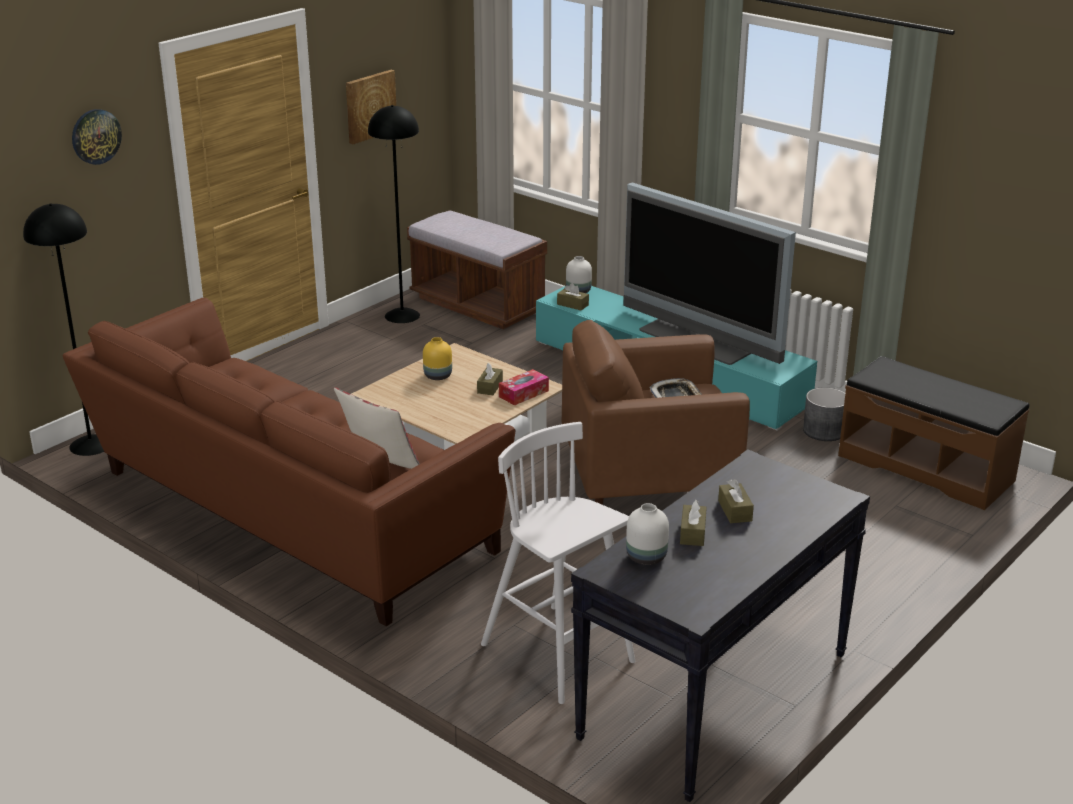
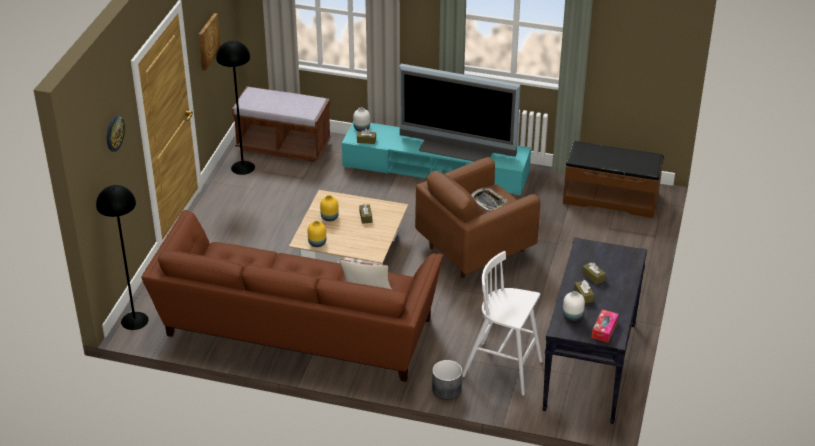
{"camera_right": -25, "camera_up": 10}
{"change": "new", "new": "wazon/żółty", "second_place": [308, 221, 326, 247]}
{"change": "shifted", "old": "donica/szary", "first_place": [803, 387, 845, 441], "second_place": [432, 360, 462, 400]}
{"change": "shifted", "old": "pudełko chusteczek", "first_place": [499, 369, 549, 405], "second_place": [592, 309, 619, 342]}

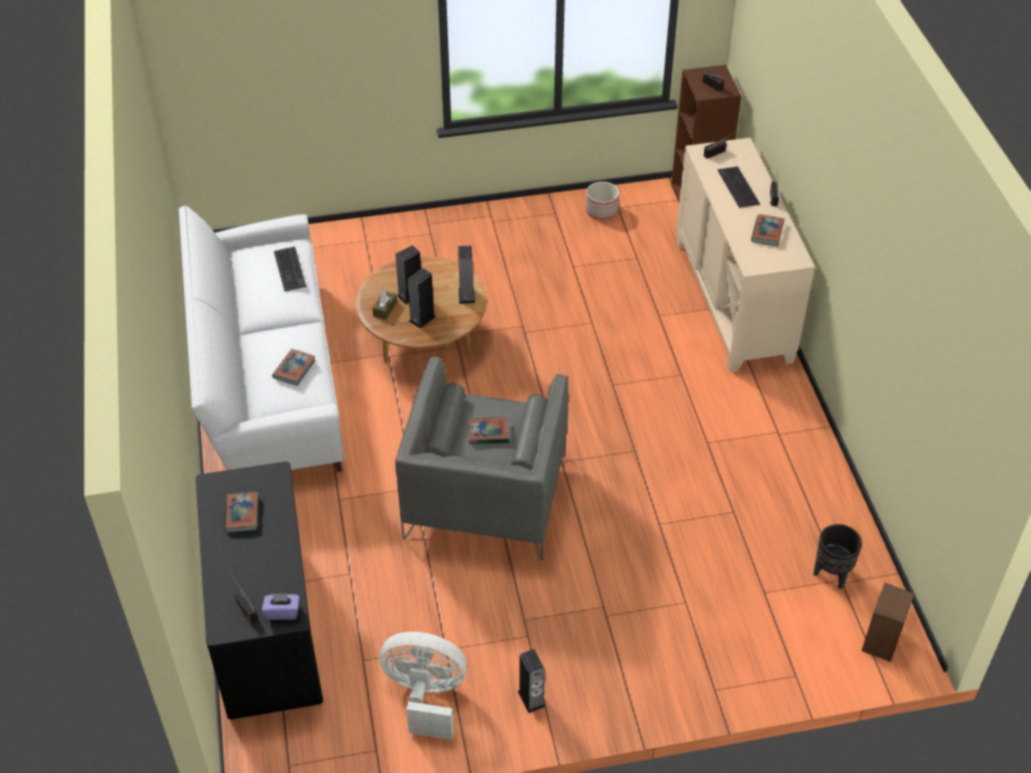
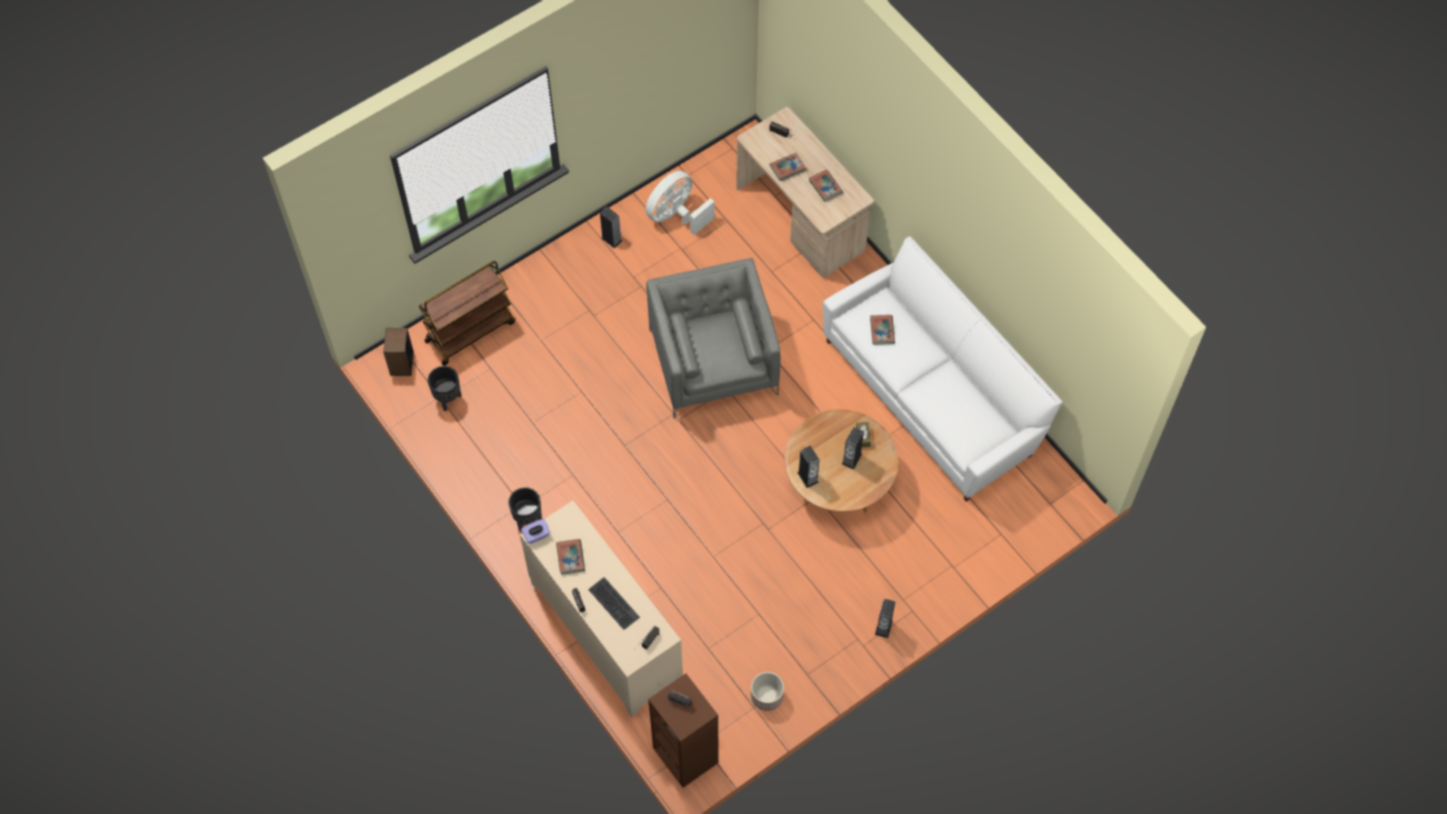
{"camera_right": 155, "camera_up": 15}
{"change": "new", "new": "wózek/brązowy", "second_place": [419, 261, 515, 366]}
{"change": "new", "new": "donica/czarny", "second_place": [509, 487, 542, 532]}
{"change": "shifted", "old": "pudełko chusteczek/fioletowy", "first_place": [262, 593, 300, 620], "second_place": [521, 519, 550, 544]}
{"change": "rotated", "old": "wentylator/biały", "first_place": [380, 632, 467, 740], "second_place": [646, 171, 715, 235], "degrees": 150}
{"change": "repainted", "old": "biurko/czarny", "new": "biurko/beżowy", "first_place": [196, 462, 323, 719], "second_place": [736, 107, 874, 278]}
{"change": "shifted", "old": "książka", "first_place": [468, 417, 509, 444], "second_place": [770, 153, 806, 181]}
{"change": "shifted", "old": "głośnik", "first_place": [407, 268, 436, 328], "second_place": [875, 599, 895, 638]}
{"change": "gone", "old": "klawiatura", "first_place": [274, 246, 306, 292]}

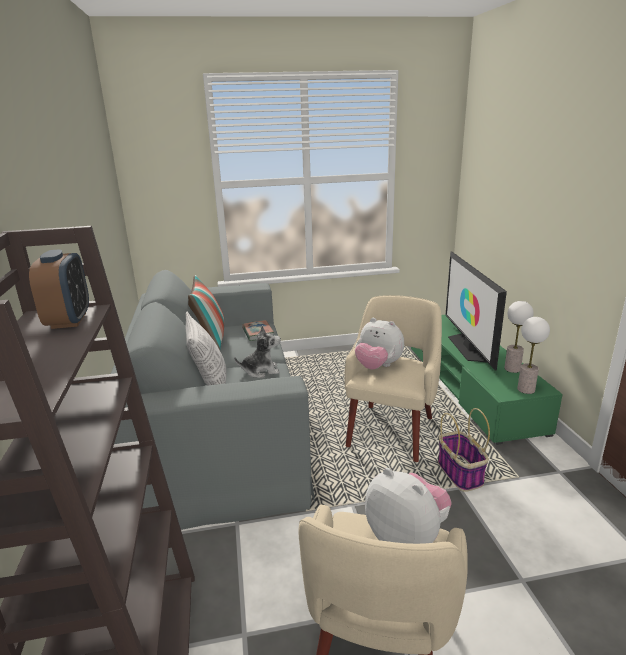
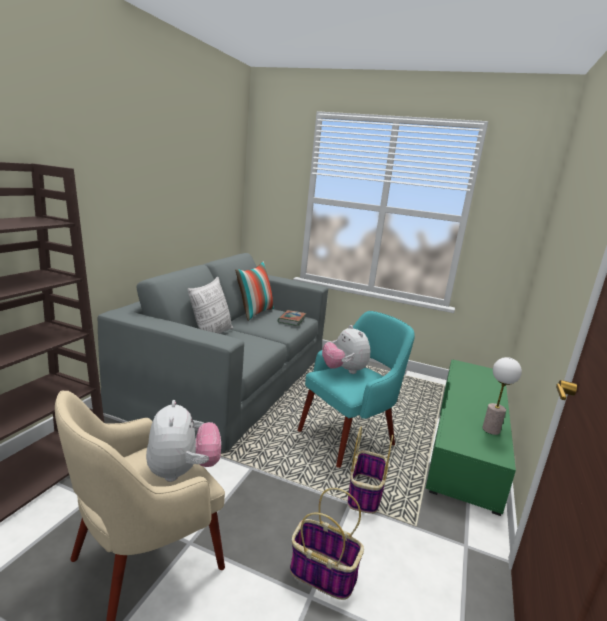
{"camera_right": 30, "camera_up": -5}
{"change": "new", "new": "koszyk", "second_place": [290, 488, 364, 600]}
{"change": "repainted", "old": "fotel/beżowy", "new": "fotel/turkusowy", "first_place": [345, 295, 442, 462], "second_place": [297, 311, 415, 468]}
{"change": "gone", "old": "budzik", "first_place": [29, 249, 89, 329]}
{"change": "gone", "old": "pluszak", "first_place": [234, 325, 281, 378]}
{"change": "gone", "old": "telewizor", "first_place": [445, 251, 507, 371]}
{"change": "gone", "old": "lampa stołowa", "first_place": [517, 317, 550, 394]}

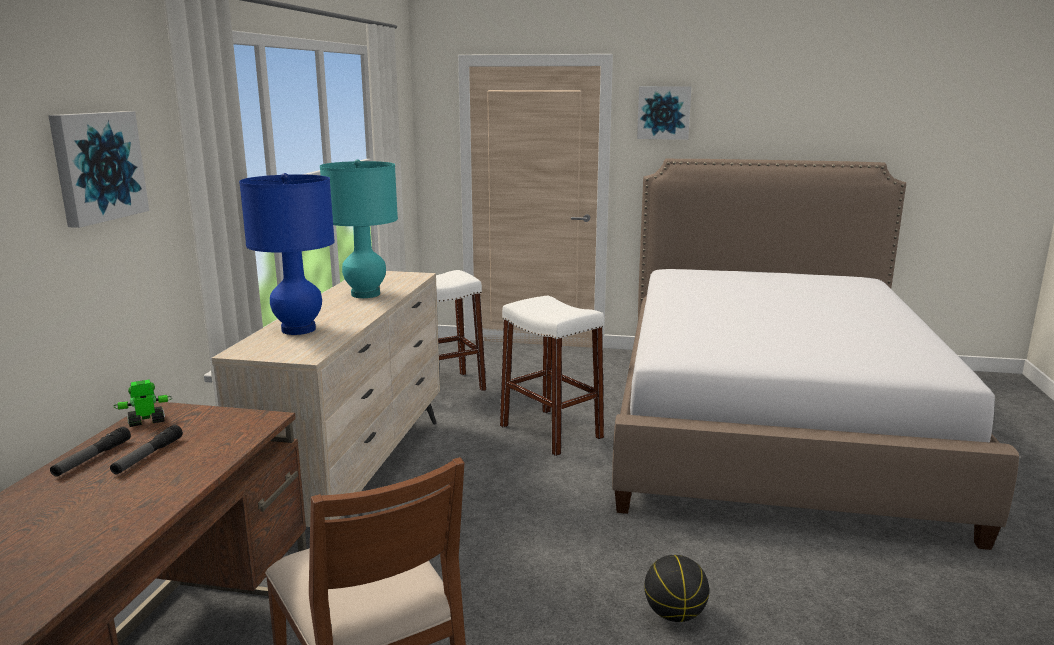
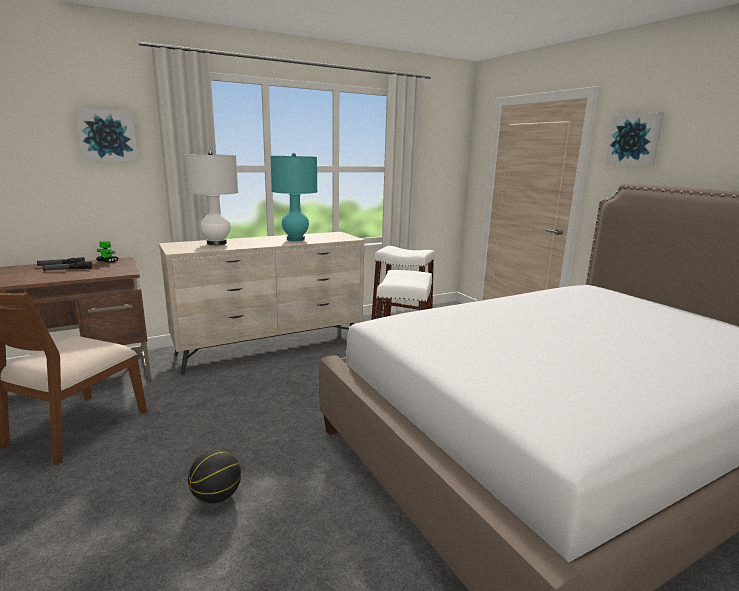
{"camera_right": 50, "camera_up": 0}
{"change": "repainted", "old": "lampa stołowa/niebieski", "new": "lampa stołowa/biały", "first_place": [239, 173, 335, 335], "second_place": [184, 151, 238, 245]}

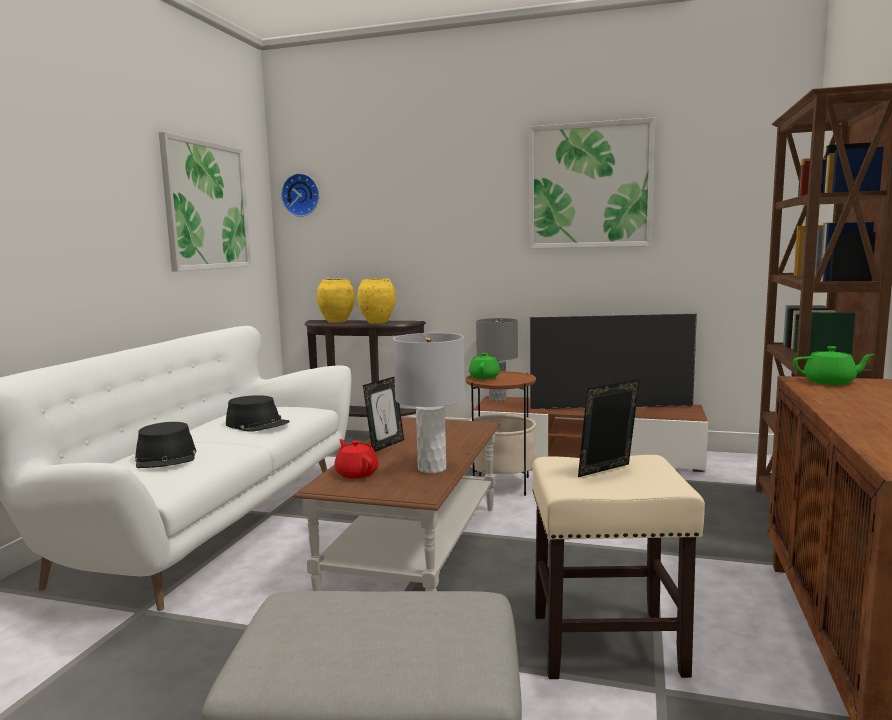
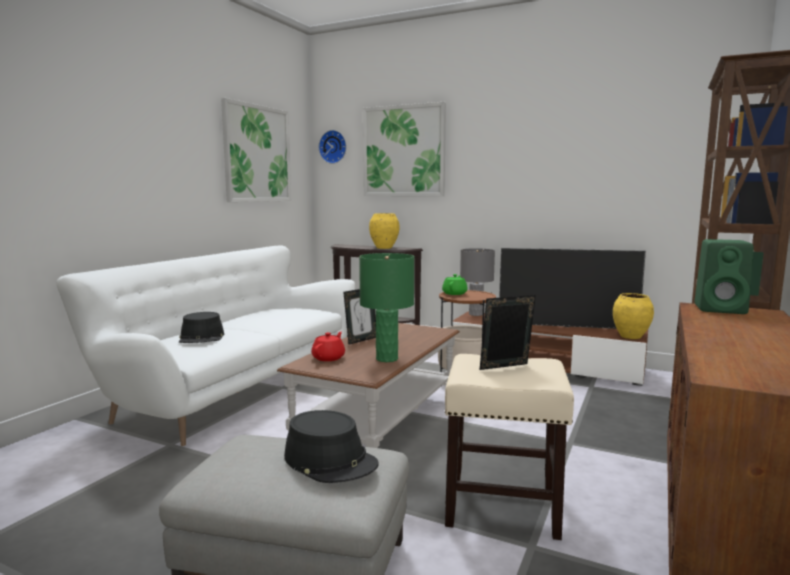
{"camera_right": 10, "camera_up": 0}
{"change": "shifted", "old": "kapelusz/czarny", "first_place": [226, 395, 290, 432], "second_place": [284, 410, 379, 483]}
{"change": "rotated", "old": "imbryk/czerwony", "first_place": [334, 439, 379, 479], "second_place": [311, 331, 345, 361], "degrees": 45}
{"change": "repainted", "old": "lampa stołowa/szary", "new": "lampa stołowa/zielony", "first_place": [393, 333, 465, 473], "second_place": [359, 253, 414, 362]}
{"change": "shifted", "old": "obraz", "first_place": [529, 117, 655, 249], "second_place": [363, 102, 446, 196]}
{"change": "shifted", "old": "wazon/żółty", "first_place": [317, 279, 355, 323], "second_place": [613, 293, 654, 339]}
{"change": "swapped", "old": "imbryk/zielony", "new": "głośnik/zielony", "first_place": [793, 346, 875, 385], "second_place": [695, 239, 754, 314]}

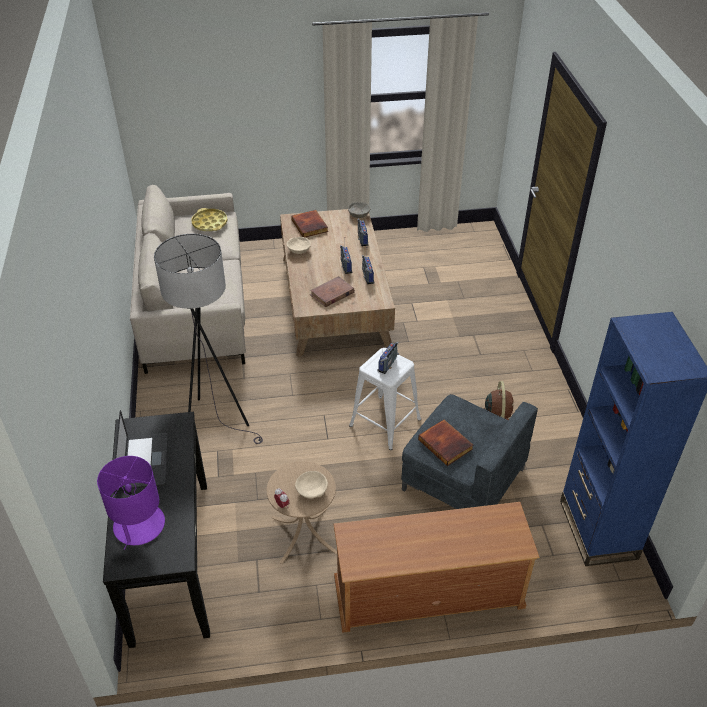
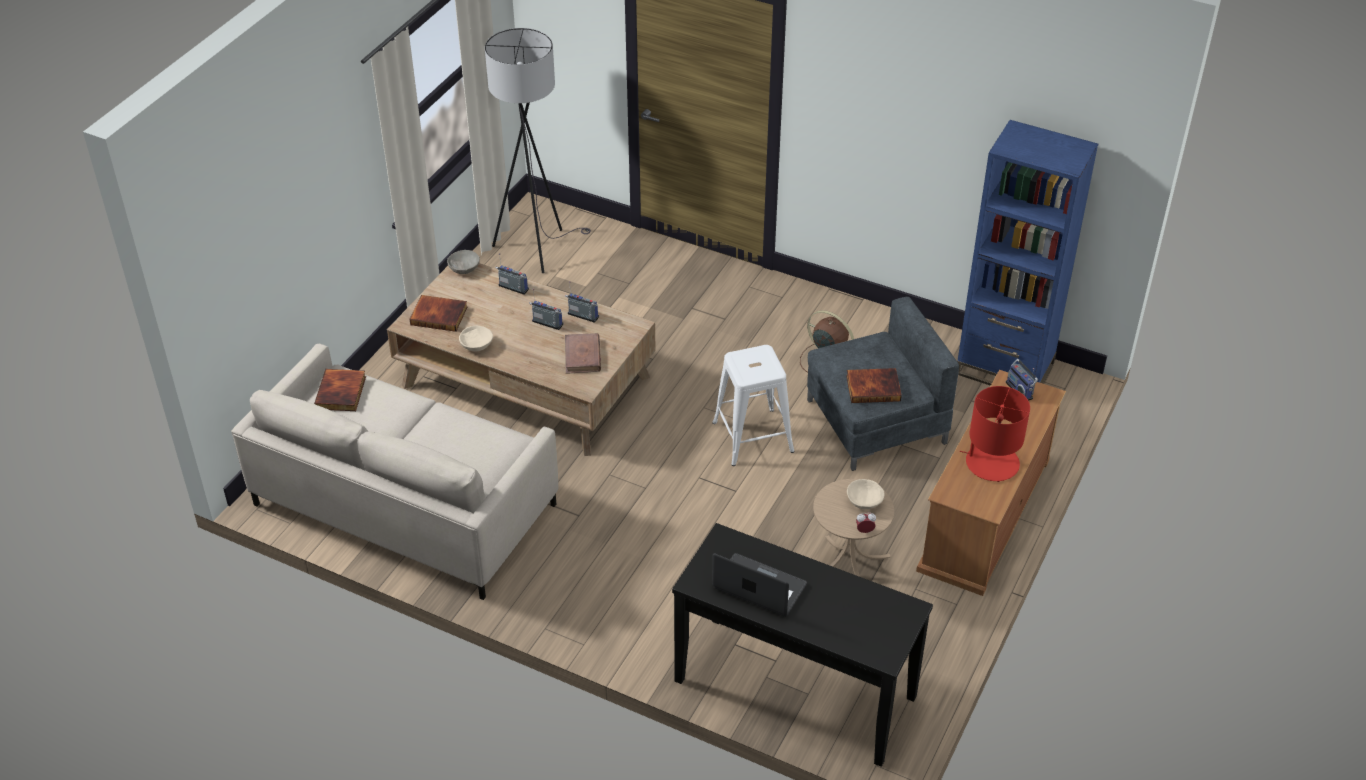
{"camera_right": -55, "camera_up": 0}
{"change": "swapped", "old": "taca/żółty", "new": "książka", "first_place": [191, 208, 228, 231], "second_place": [314, 369, 366, 411]}
{"change": "shifted", "old": "lampa stojąca/szary", "first_place": [154, 234, 263, 444], "second_place": [485, 28, 591, 273]}
{"change": "new", "new": "lampa stołowa/czerwony", "second_place": [960, 386, 1030, 482]}
{"change": "shifted", "old": "radio", "first_place": [377, 342, 399, 374], "second_place": [1006, 359, 1038, 401]}
{"change": "gone", "old": "lampa stołowa/fioletowy", "first_place": [97, 456, 165, 550]}

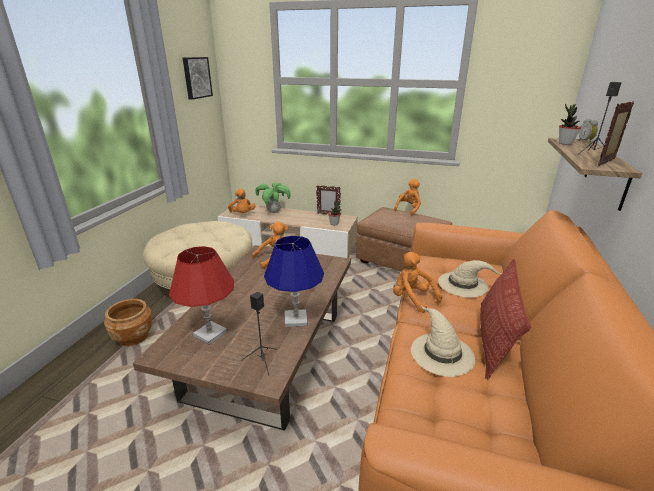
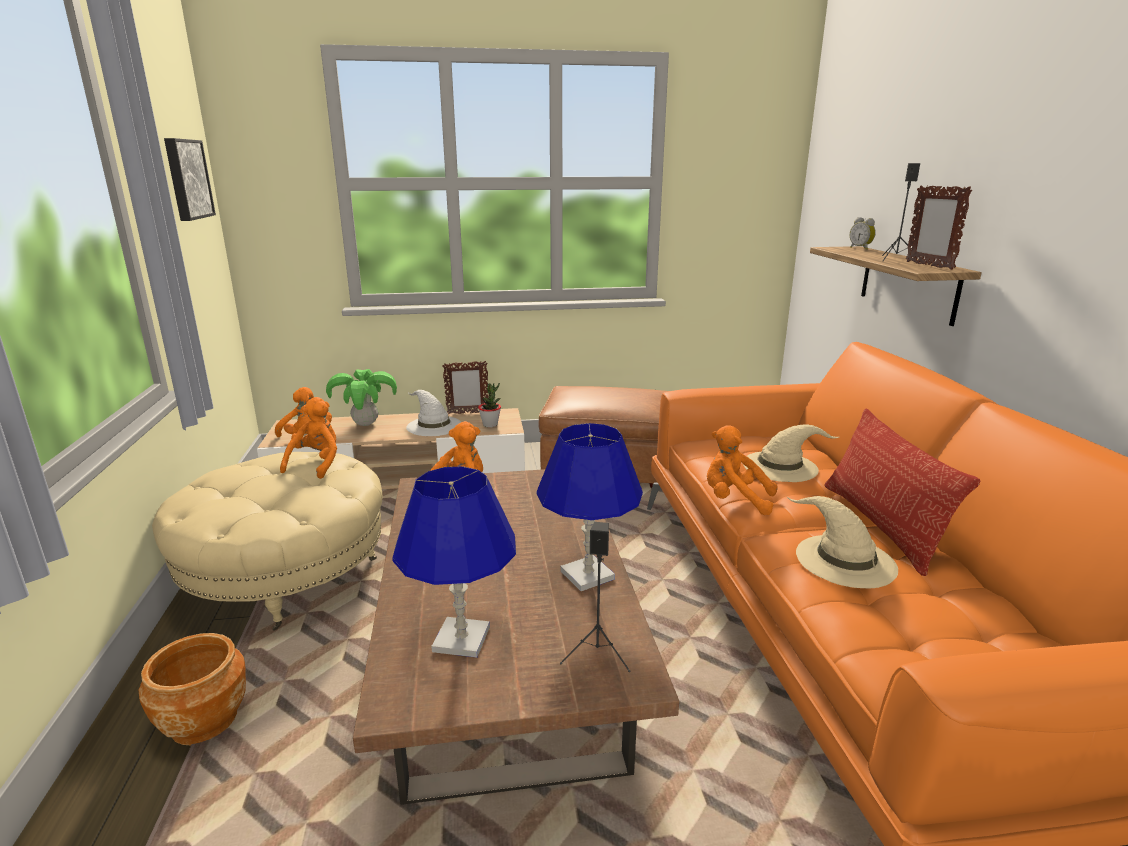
{"camera_right": -25, "camera_up": -5}
{"change": "shifted", "old": "pluszak/pomarańczowy", "first_place": [394, 179, 421, 216], "second_place": [280, 397, 337, 479]}
{"change": "repainted", "old": "lampa stołowa/czerwony", "new": "lampa stołowa/niebieski", "first_place": [169, 246, 234, 344], "second_place": [392, 466, 516, 658]}
{"change": "new", "new": "kapelusz/biały", "second_place": [406, 390, 461, 436]}
{"change": "rotated", "old": "ramka na zdjęcie", "first_place": [598, 101, 634, 166], "second_place": [906, 185, 972, 270], "degrees": -45}
{"change": "gone", "old": "roślina doniczkowa", "first_place": [559, 104, 581, 145]}

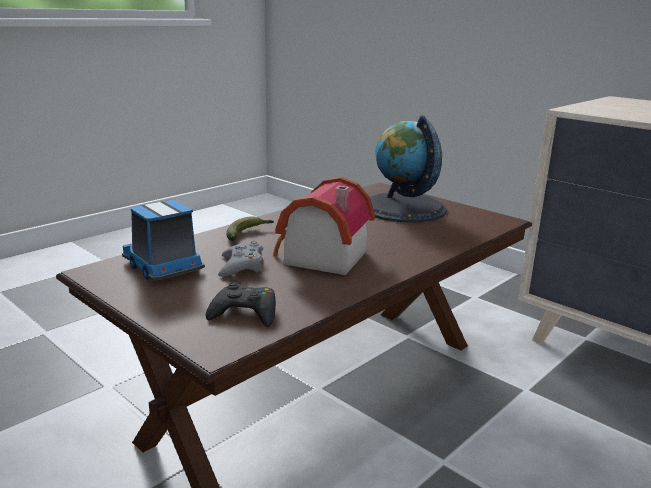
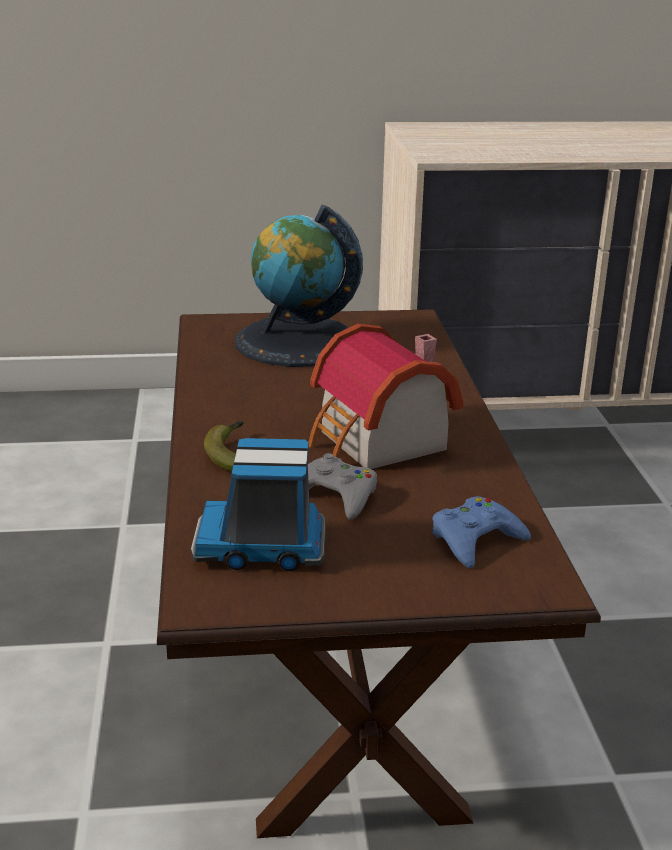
{"camera_right": -50, "camera_up": 5}
{"change": "repainted", "old": "pad do gier/czarny", "new": "pad do gier/niebieski", "first_place": [206, 282, 276, 327], "second_place": [432, 496, 531, 568]}

